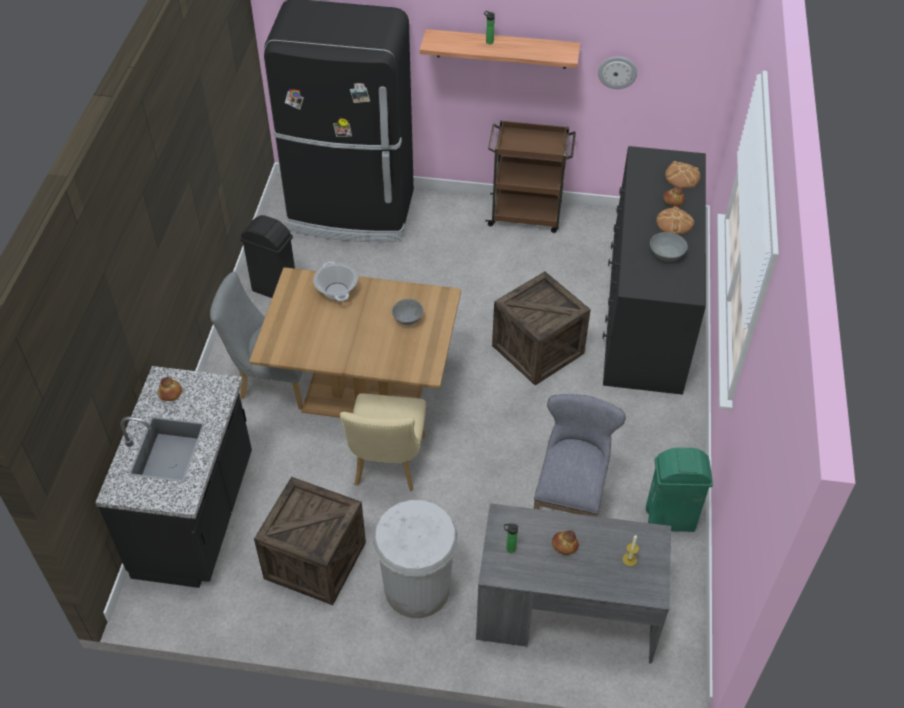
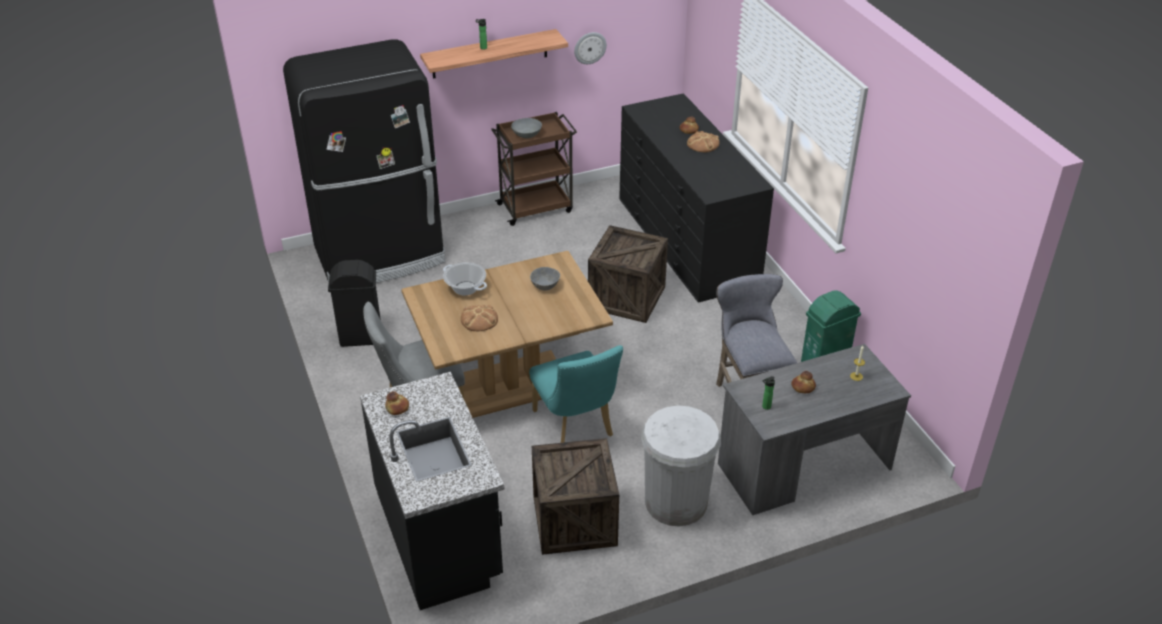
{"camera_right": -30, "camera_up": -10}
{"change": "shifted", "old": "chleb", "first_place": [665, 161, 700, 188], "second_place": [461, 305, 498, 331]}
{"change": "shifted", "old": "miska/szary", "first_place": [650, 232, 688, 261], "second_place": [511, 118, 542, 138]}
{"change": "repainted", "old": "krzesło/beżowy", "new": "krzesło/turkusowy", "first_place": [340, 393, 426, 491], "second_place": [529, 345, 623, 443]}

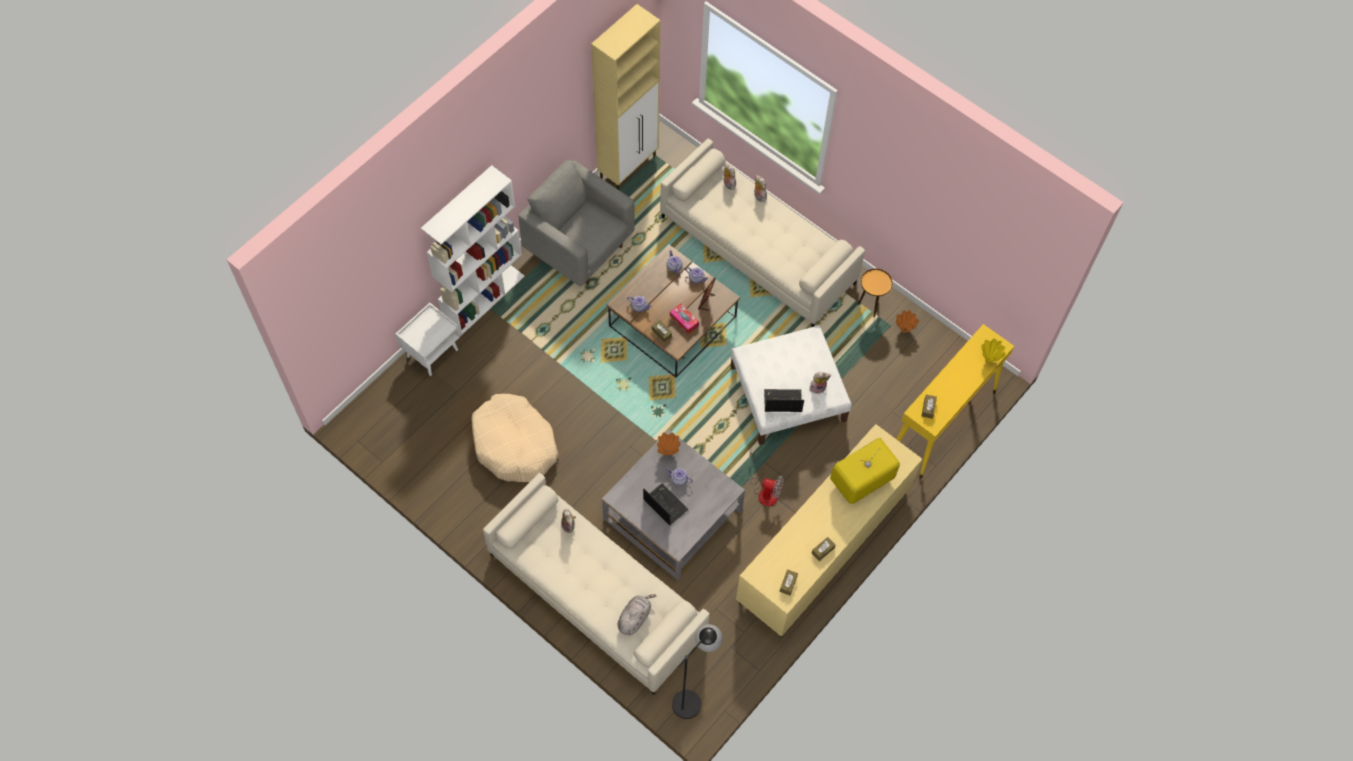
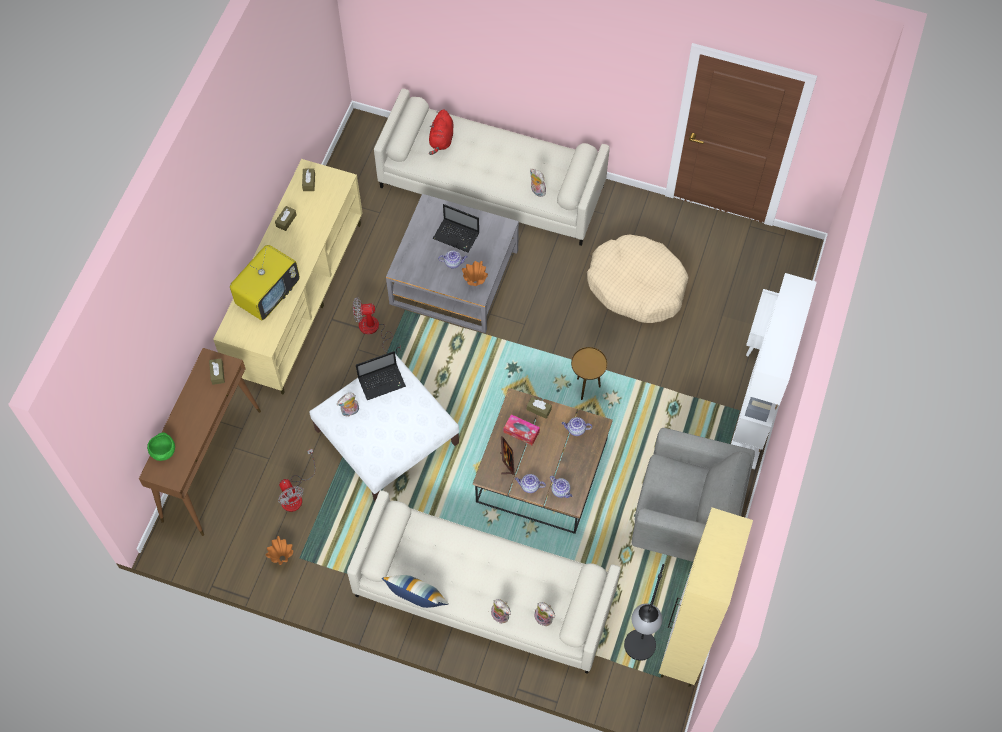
{"camera_right": 160, "camera_up": 0}
{"change": "repainted", "old": "stolik konsolowy/żółty", "new": "stolik konsolowy/brązowy", "first_place": [896, 324, 1014, 479], "second_place": [139, 348, 261, 536]}
{"change": "swapped", "old": "wazon/żółty", "new": "miska/zielony", "first_place": [981, 339, 1006, 363], "second_place": [147, 433, 175, 461]}
{"change": "new", "new": "wentylator", "second_place": [278, 449, 315, 512]}
{"change": "new", "new": "poduszka", "second_place": [382, 575, 449, 608]}
{"change": "repainted", "old": "pluszak/szary", "new": "pluszak/czerwony", "first_place": [618, 594, 656, 635], "second_place": [429, 109, 454, 155]}
{"change": "shifted", "old": "stolik/brązowy", "first_place": [858, 268, 892, 317], "second_place": [571, 347, 607, 400]}
{"change": "shifted", "old": "lampa stojąca/czarny", "first_place": [672, 624, 723, 719], "second_place": [624, 564, 664, 661]}

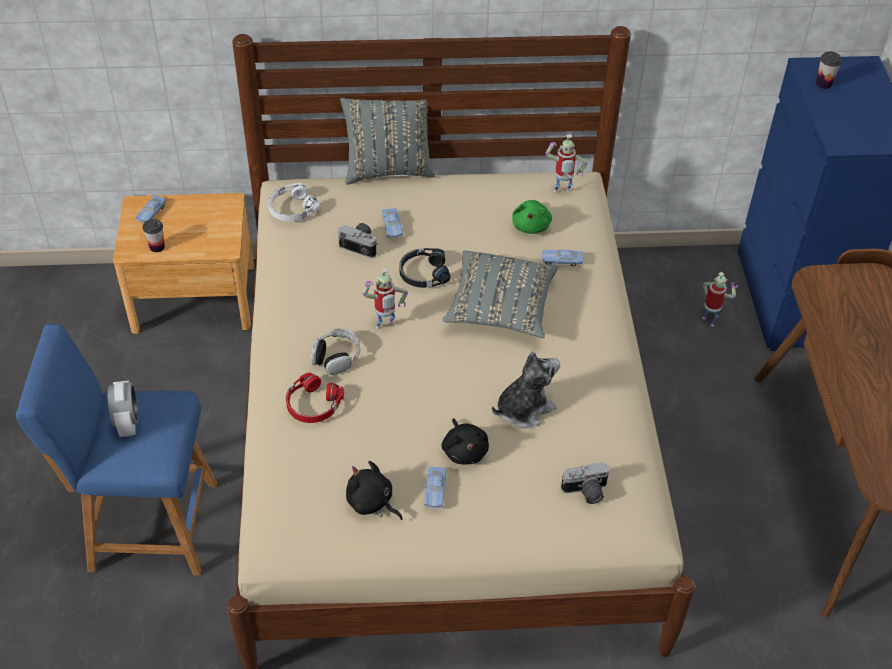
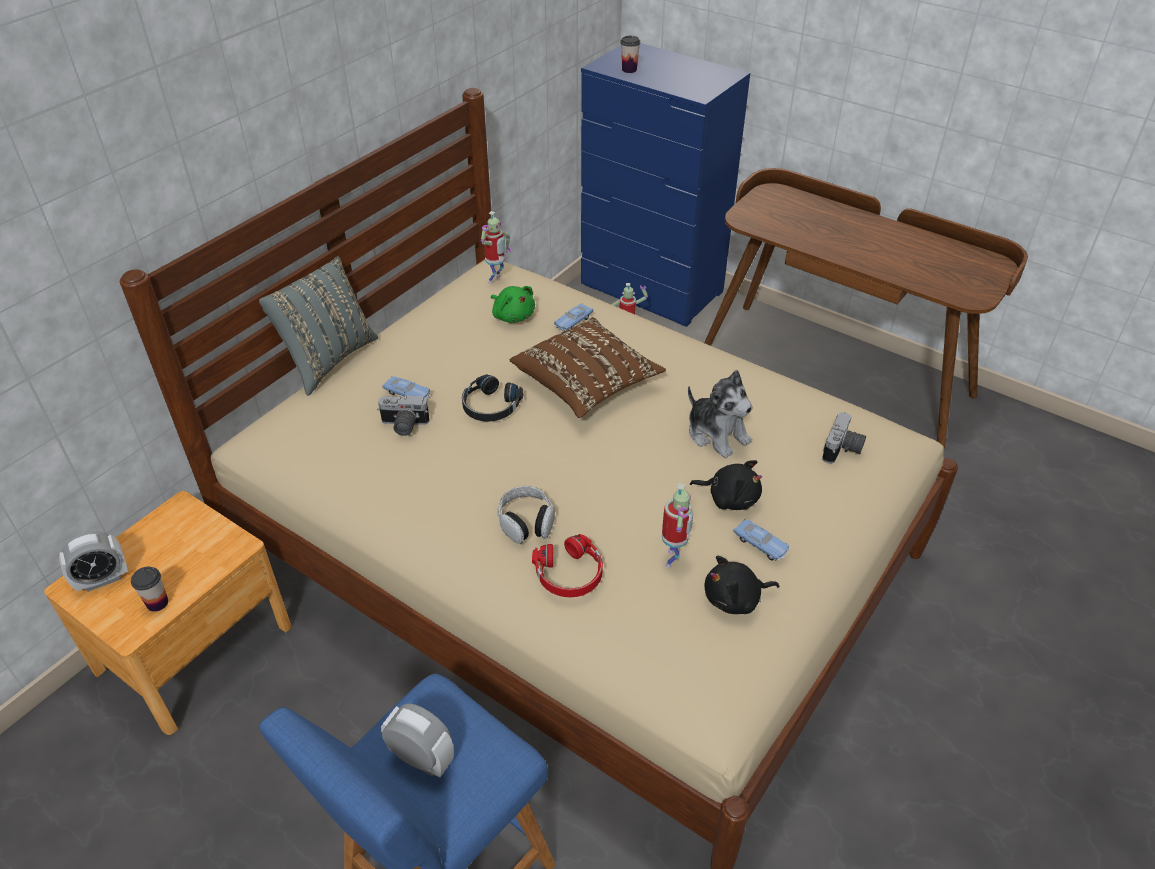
{"camera_right": -50, "camera_up": -5}
{"change": "swapped", "old": "samochodzik/niebieski", "new": "budzik", "first_place": [136, 195, 167, 223], "second_place": [59, 531, 128, 592]}
{"change": "rotated", "old": "aparat fotograficzny", "first_place": [338, 223, 378, 258], "second_place": [377, 395, 429, 436], "degrees": -150}
{"change": "repainted", "old": "poduszka/szary", "new": "poduszka/brązowy", "first_place": [443, 250, 558, 338], "second_place": [510, 317, 666, 418]}
{"change": "shifted", "old": "robot zabawkowy", "first_place": [362, 268, 408, 329], "second_place": [662, 484, 693, 568]}
{"change": "rotated", "old": "pluszak", "first_place": [492, 351, 560, 428], "second_place": [688, 370, 753, 458], "degrees": 135}
{"change": "gone", "old": "słuchawki/biały", "first_place": [268, 183, 320, 222]}

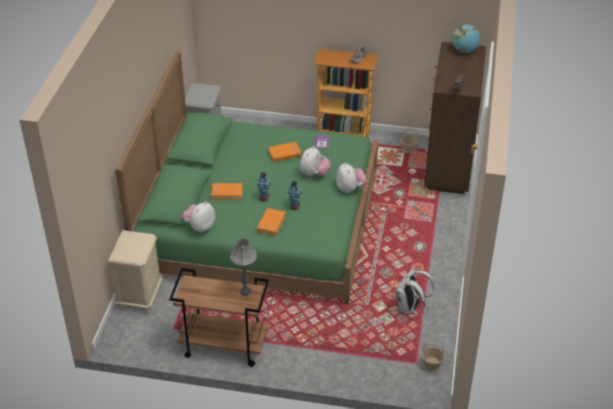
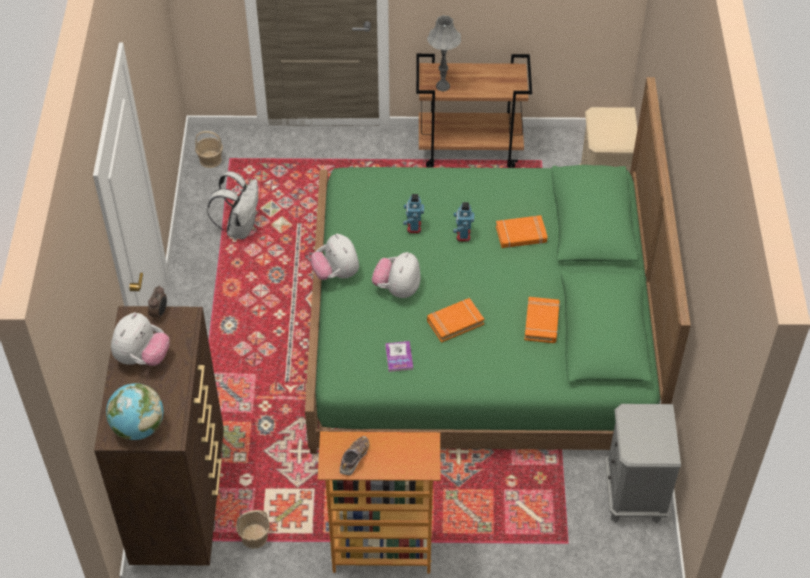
{"camera_right": 170, "camera_up": 10}
{"change": "shifted", "old": "pluszak", "first_place": [182, 201, 215, 232], "second_place": [111, 312, 170, 366]}
{"change": "shifted", "old": "książka/pomarańczowy", "first_place": [257, 208, 286, 236], "second_place": [524, 297, 560, 343]}

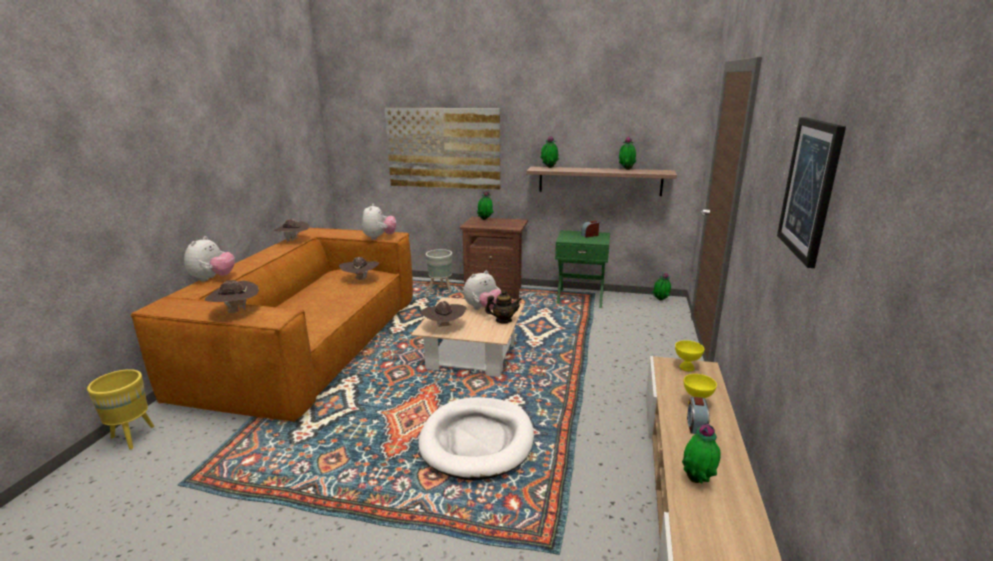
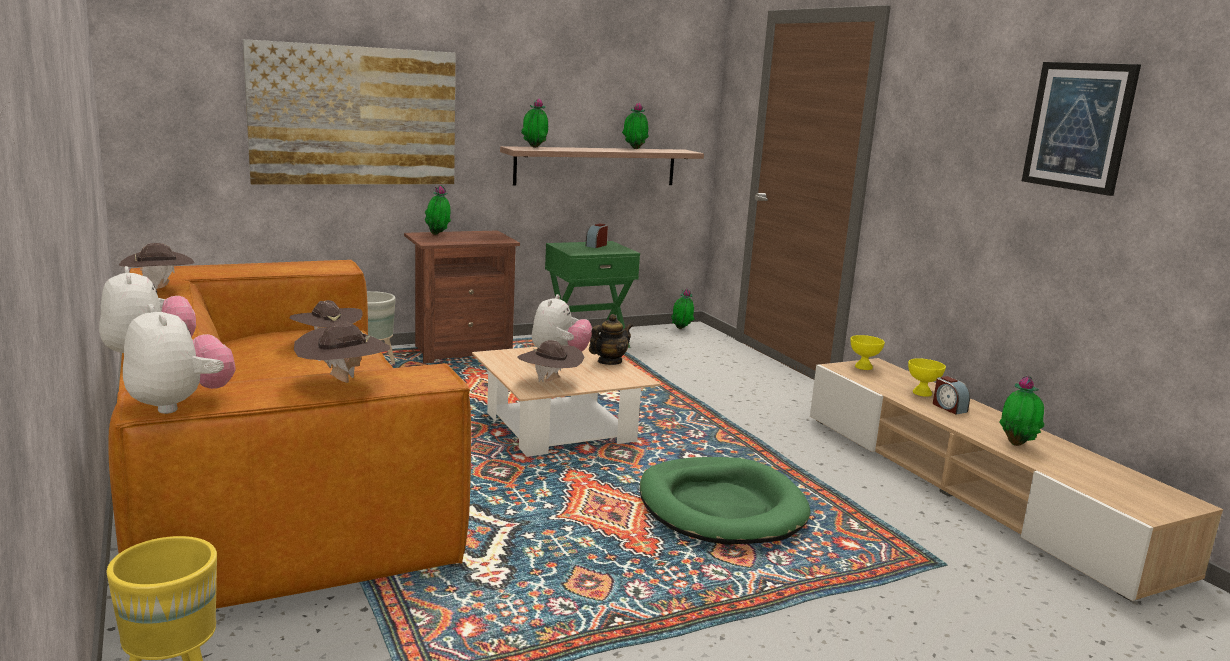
{"camera_right": -40, "camera_up": -5}
{"change": "shifted", "old": "pluszak", "first_place": [362, 204, 396, 240], "second_place": [123, 304, 236, 414]}
{"change": "repainted", "old": "legowisko/biały", "new": "legowisko/zielony", "first_place": [418, 397, 534, 480], "second_place": [640, 457, 811, 545]}

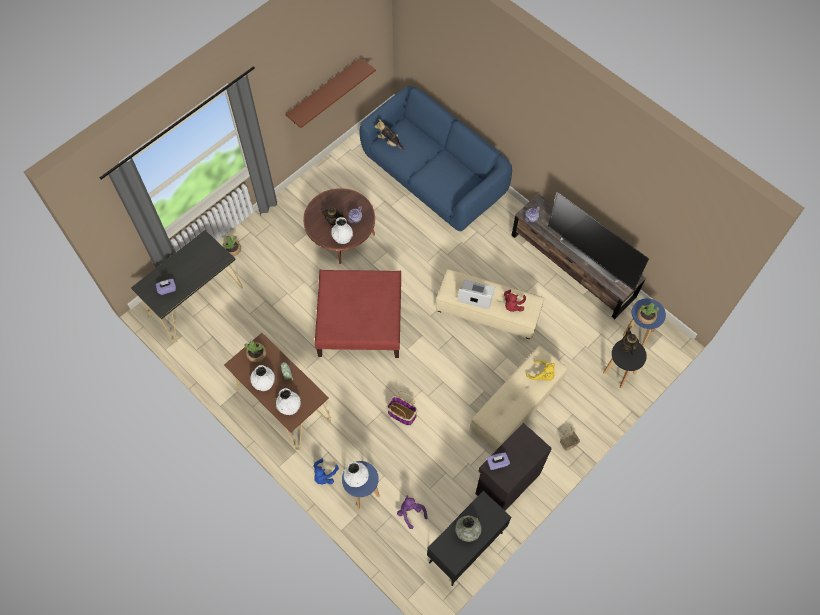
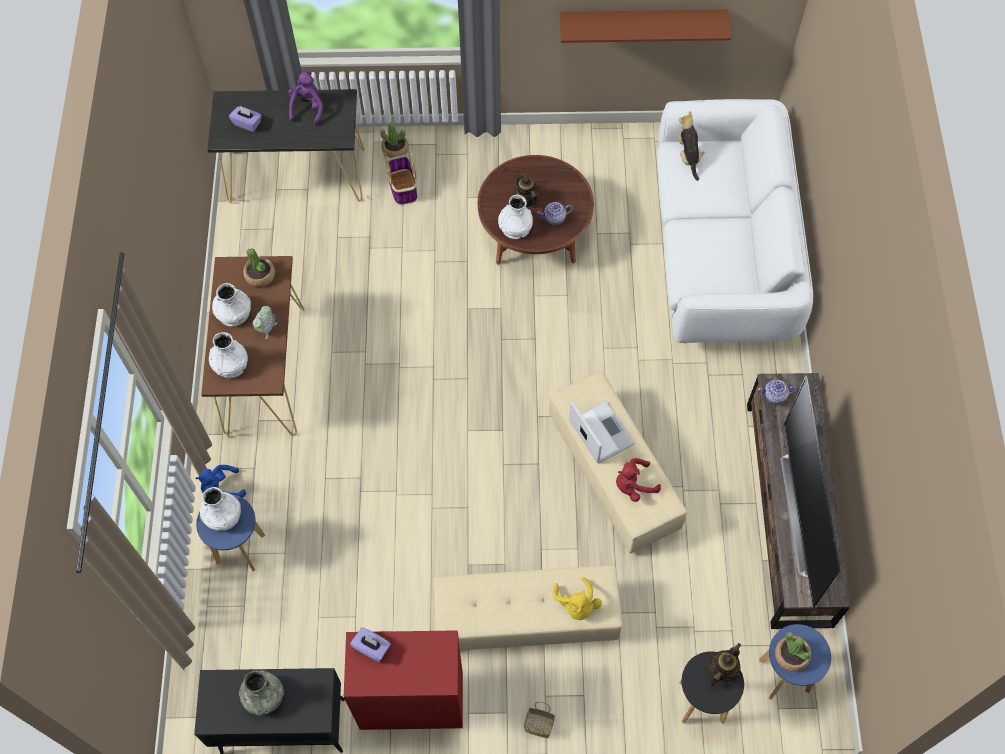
{"camera_right": 45, "camera_up": 0}
{"change": "shifted", "old": "pluszak/fioletowy", "first_place": [397, 495, 428, 529], "second_place": [288, 71, 323, 125]}
{"change": "repainted", "old": "szafka/czarny", "new": "szafka/czerwony", "first_place": [476, 423, 552, 511], "second_place": [344, 630, 463, 730]}
{"change": "shifted", "old": "koszyk", "first_place": [387, 391, 417, 426], "second_place": [384, 147, 417, 205]}
{"change": "repainted", "old": "kanapa/niebieski", "new": "kanapa/biały", "first_place": [360, 86, 512, 231], "second_place": [657, 99, 813, 343]}
{"change": "gone", "old": "pufa/czerwony", "first_place": [315, 270, 401, 358]}

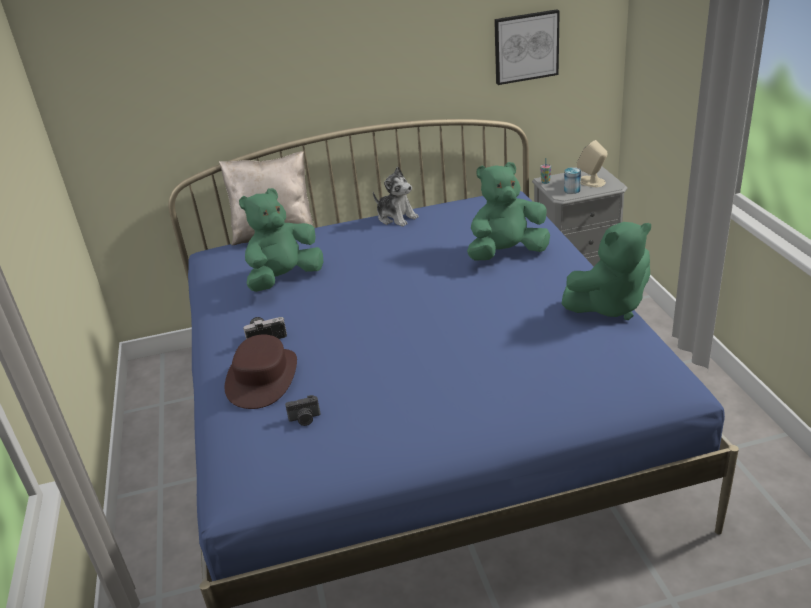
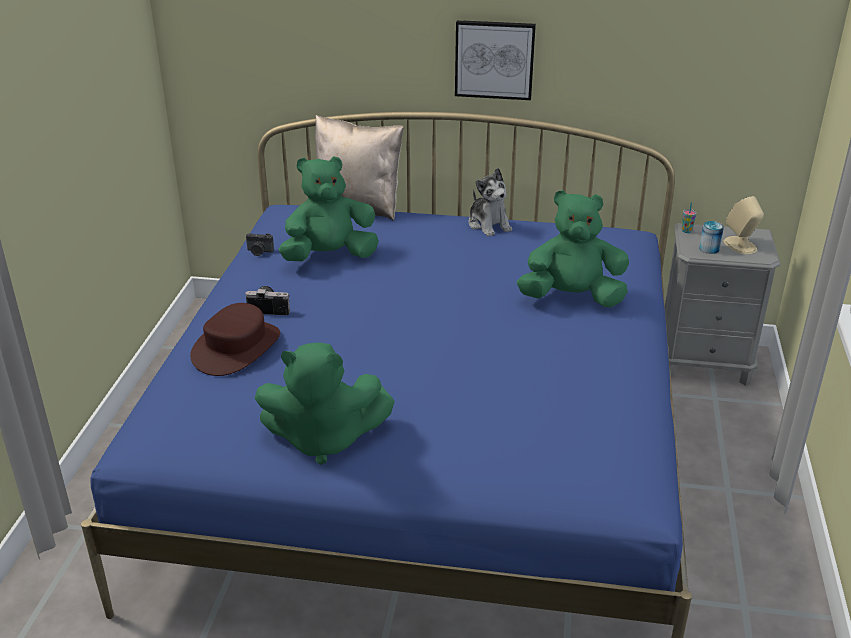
{"camera_right": 20, "camera_up": 0}
{"change": "shifted", "old": "aparat fotograficzny", "first_place": [285, 395, 320, 426], "second_place": [246, 233, 274, 256]}
{"change": "shifted", "old": "pluszak/zielony", "first_place": [561, 222, 651, 320], "second_place": [255, 342, 395, 465]}
{"change": "shifted", "old": "obraz", "first_place": [494, 9, 560, 85], "second_place": [455, 20, 536, 100]}

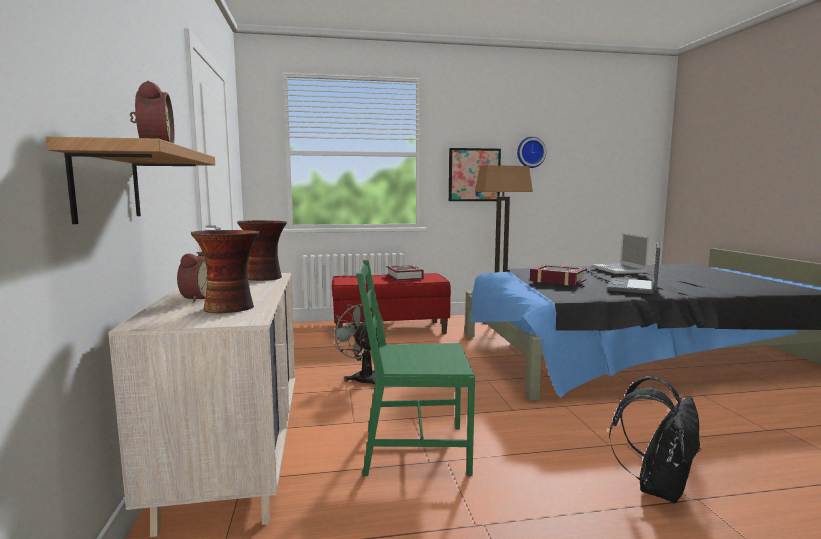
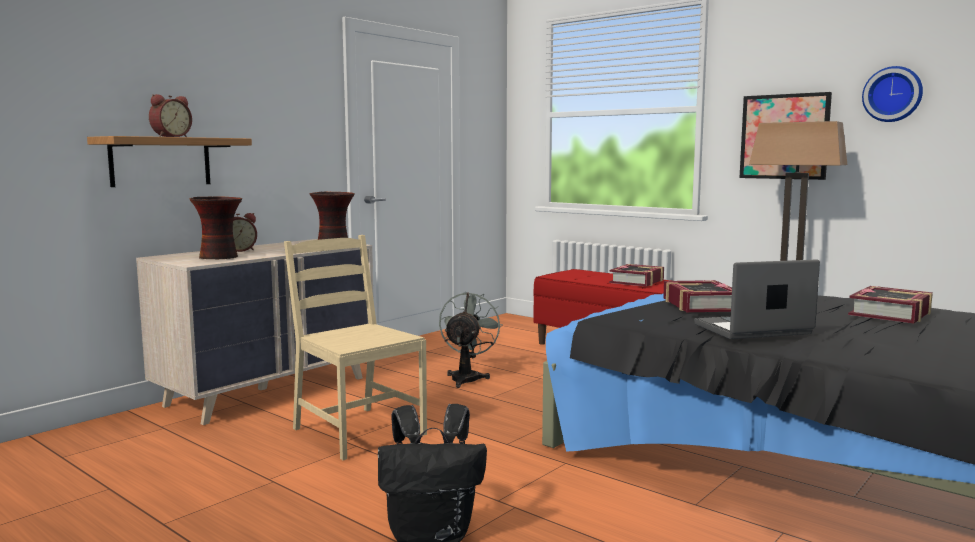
{"camera_right": 50, "camera_up": 0}
{"change": "repainted", "old": "krzesło/zielony", "new": "krzesło/beżowy", "first_place": [356, 260, 475, 476], "second_place": [284, 235, 427, 460]}
{"change": "swapped", "old": "laptop", "new": "książka", "first_place": [592, 233, 649, 274], "second_place": [848, 286, 933, 324]}

